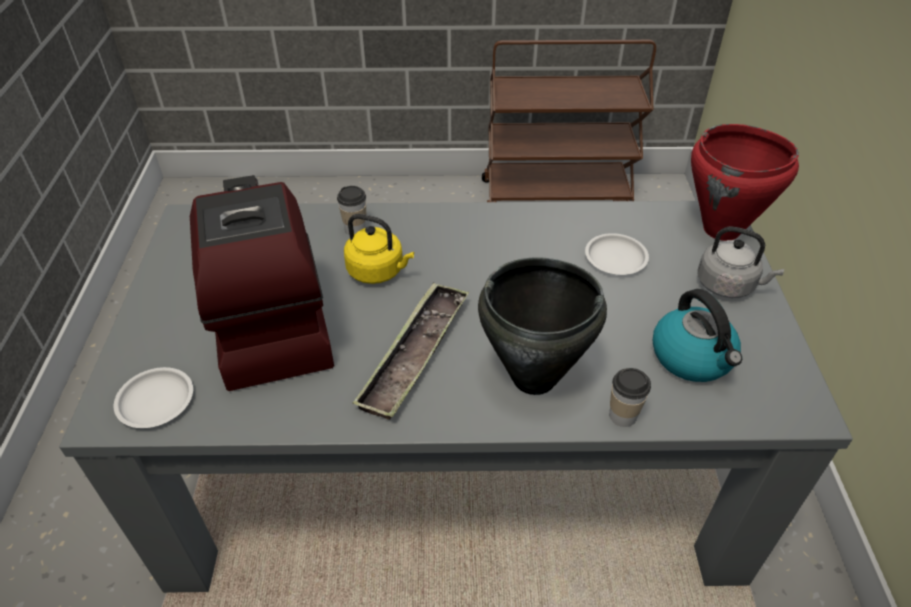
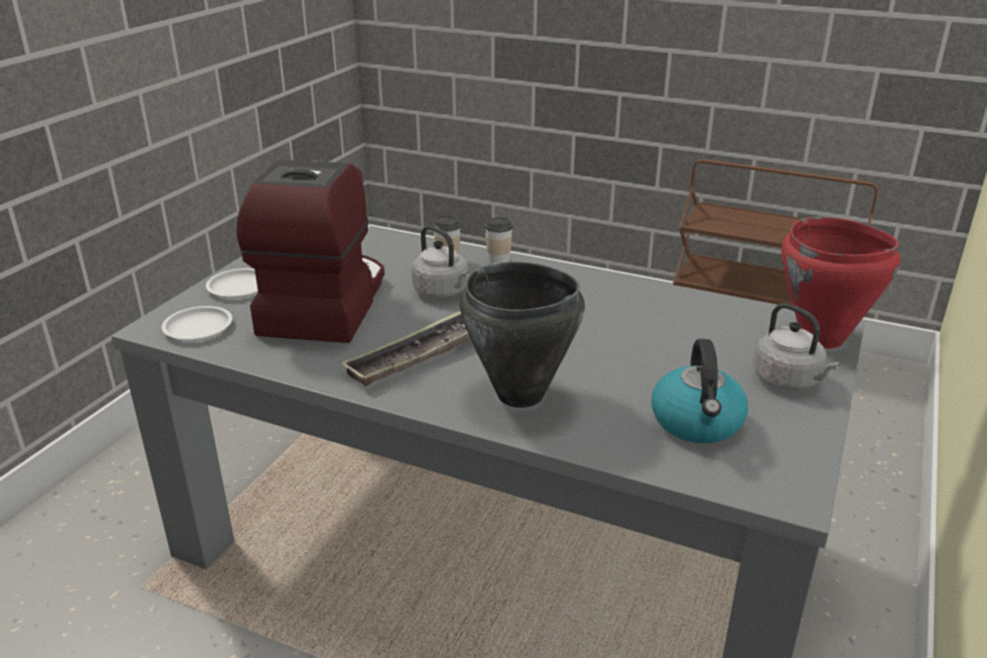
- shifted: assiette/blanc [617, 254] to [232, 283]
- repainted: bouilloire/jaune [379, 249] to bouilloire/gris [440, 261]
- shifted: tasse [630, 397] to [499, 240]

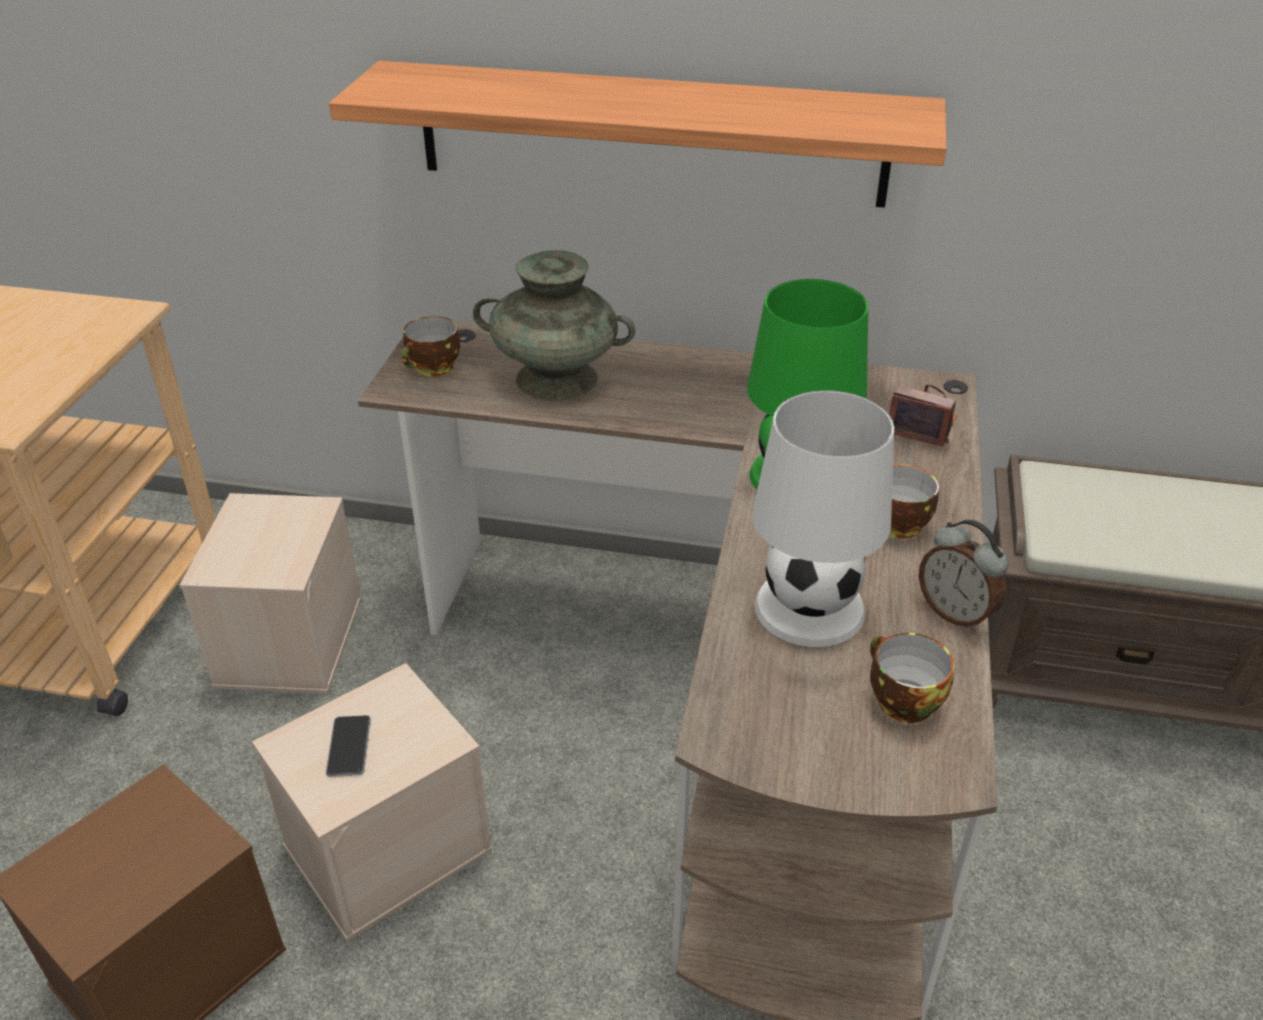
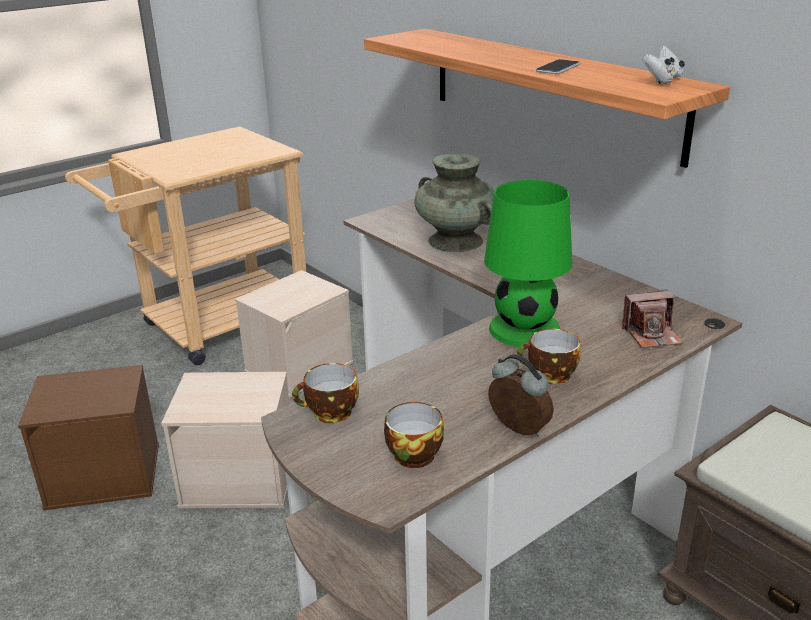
- shifted: tasse [431, 346] to [325, 393]
- rotated: réveil [963, 575] = [521, 395] 135 degrees clockwise
- shifted: téléphone [348, 746] to [558, 66]
- rotated: appareil photo [923, 415] = [652, 318] 105 degrees clockwise
- new: manette/blanc [663, 65]
- gone: lampe de table/blanc [823, 518]

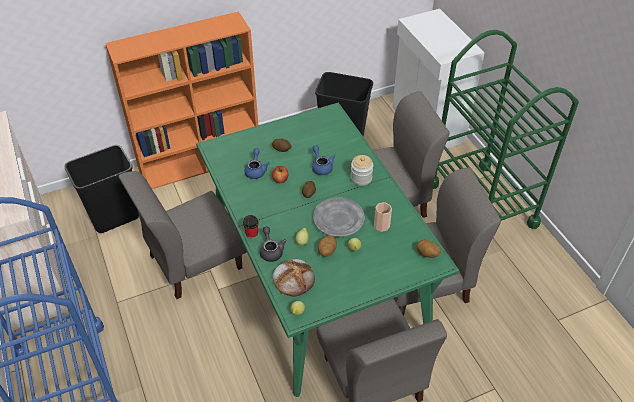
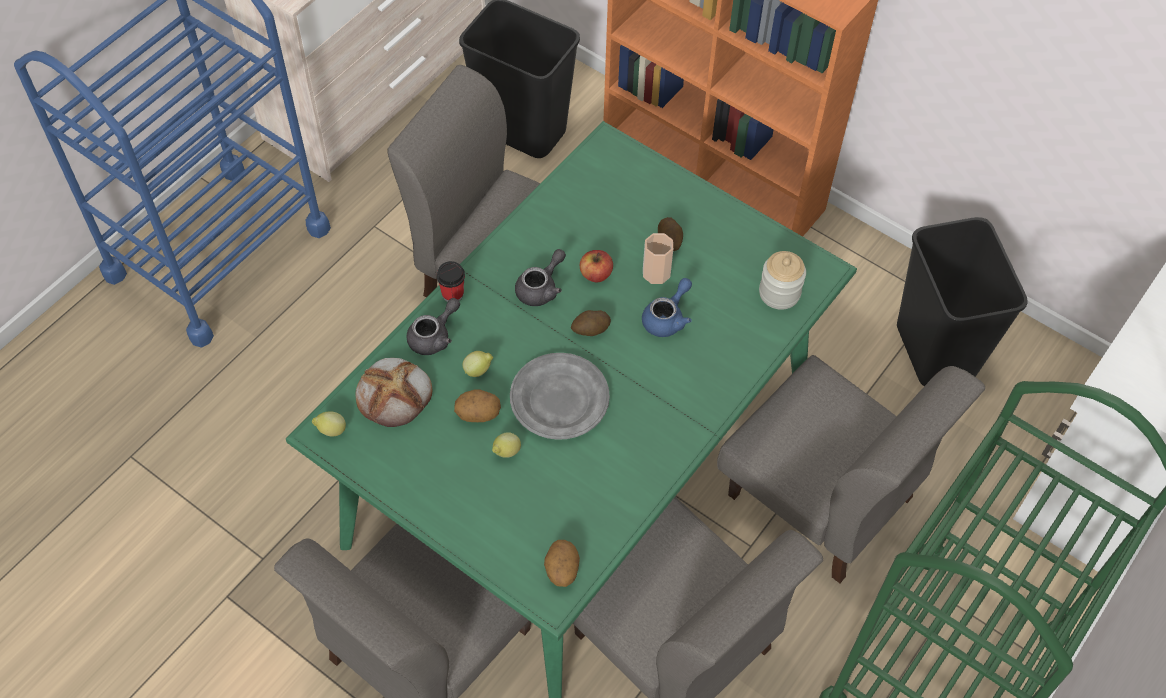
- new: théière/gris [540, 277]
- shifted: tasse [383, 217] to [658, 258]
- shifted: bocal [362, 170] to [782, 280]
- gone: théière/bleu [257, 163]

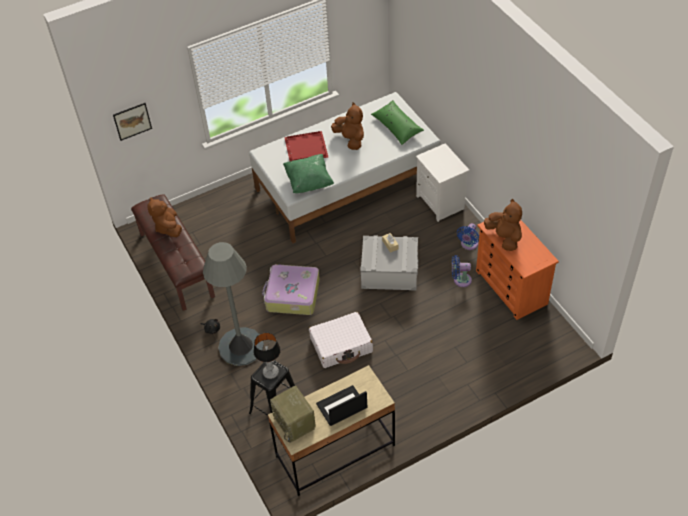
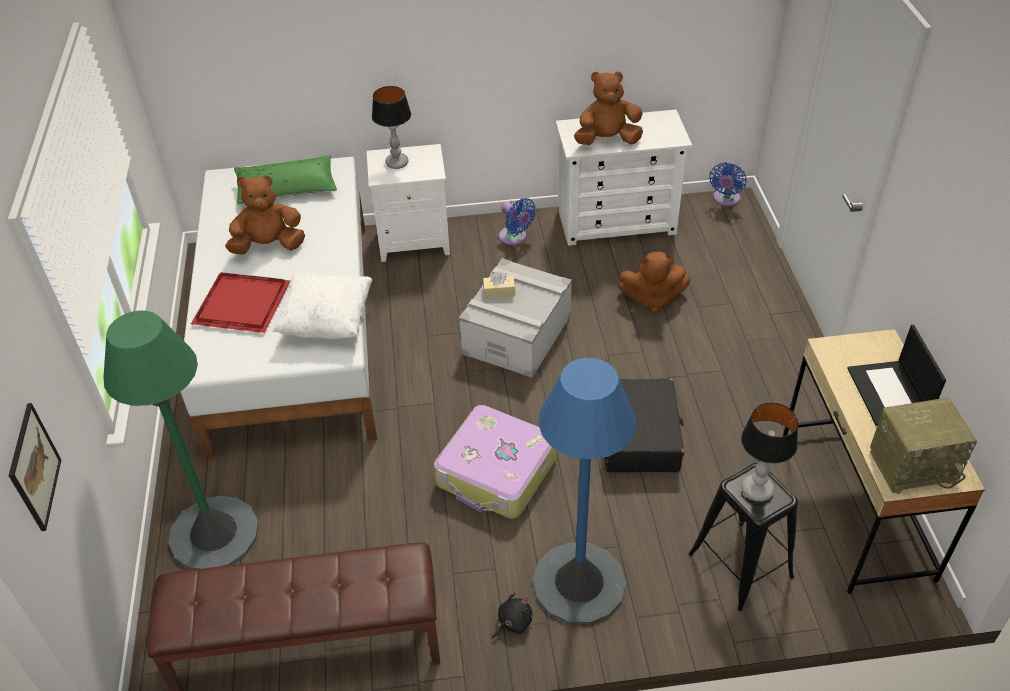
- new: lampadaire/vert [181, 440]
- repainted: coussin/vert [308, 173] to coussin/blanc [323, 305]
- new: lampe de table [391, 127]
- repainted: lampadaire/gris [233, 304] to lampadaire/bleu [584, 491]
- repainted: commode/orange [517, 269] to commode/blanc [624, 178]
- repainted: valise/blanc [341, 340] to valise/noir [644, 425]
- shifted: peluche/marron [165, 217] to [654, 282]
- shifted: ventilateur/bleu [462, 271] to [727, 184]

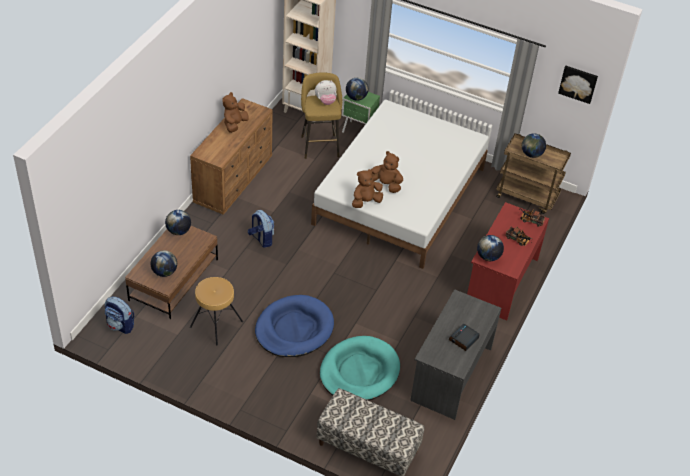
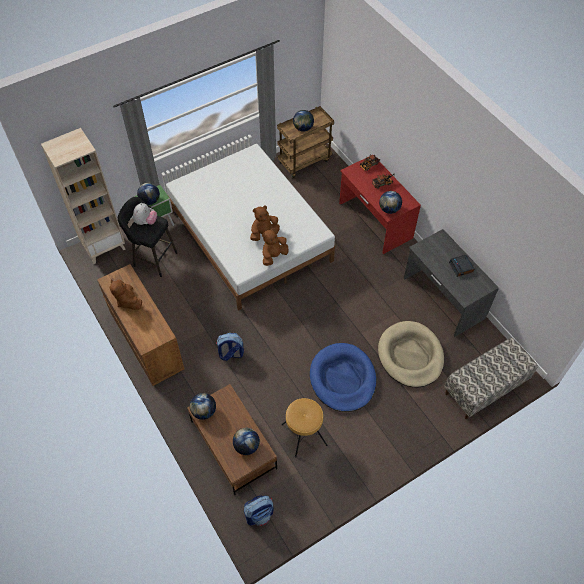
- repainted: tabouret/jaune [321, 115] to tabouret/noir [147, 237]
- rotated: peluche/marron [367, 188] = [275, 247] 45 degrees clockwise
- repainted: panier pour chien/turquoise [360, 368] to panier pour chien/beige [411, 354]
- gone: tableau [578, 85]

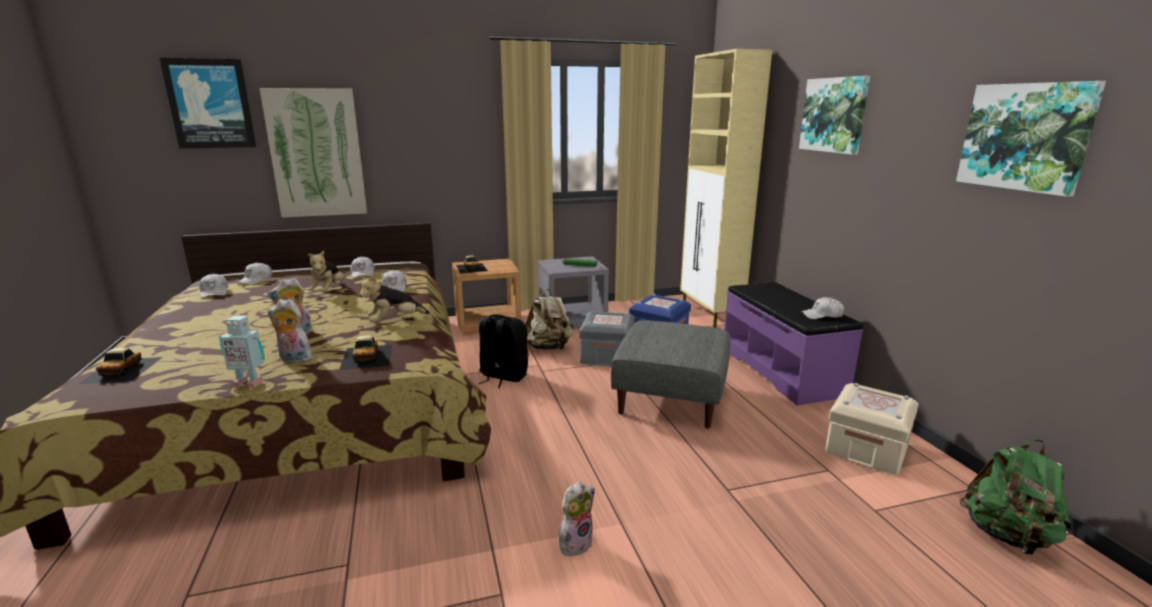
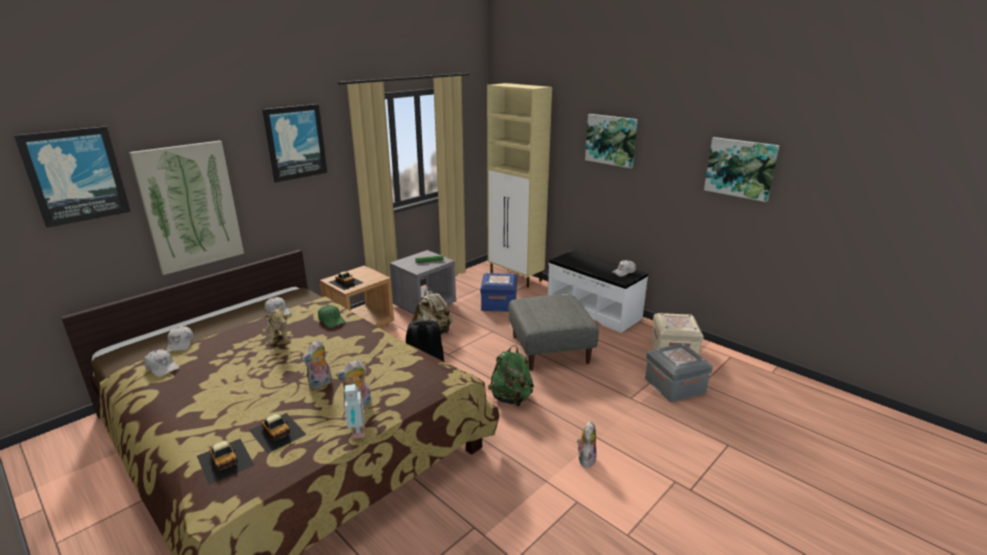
- shifted: petite voiture [366, 352] to [278, 433]
- new: tableau [294, 143]
- repainted: casquette/blanc [394, 281] to casquette/vert [331, 316]
- rotated: robot jouet [242, 352] = [355, 411] 75 degrees counterclockwise
- shifted: sac à dos/vert [1016, 497] to [511, 375]
- repainted: banc/violet [793, 343] to banc/blanc [598, 291]
- shifted: boîte de rangement/gris [607, 338] to [679, 372]
- gone: peluche [394, 299]

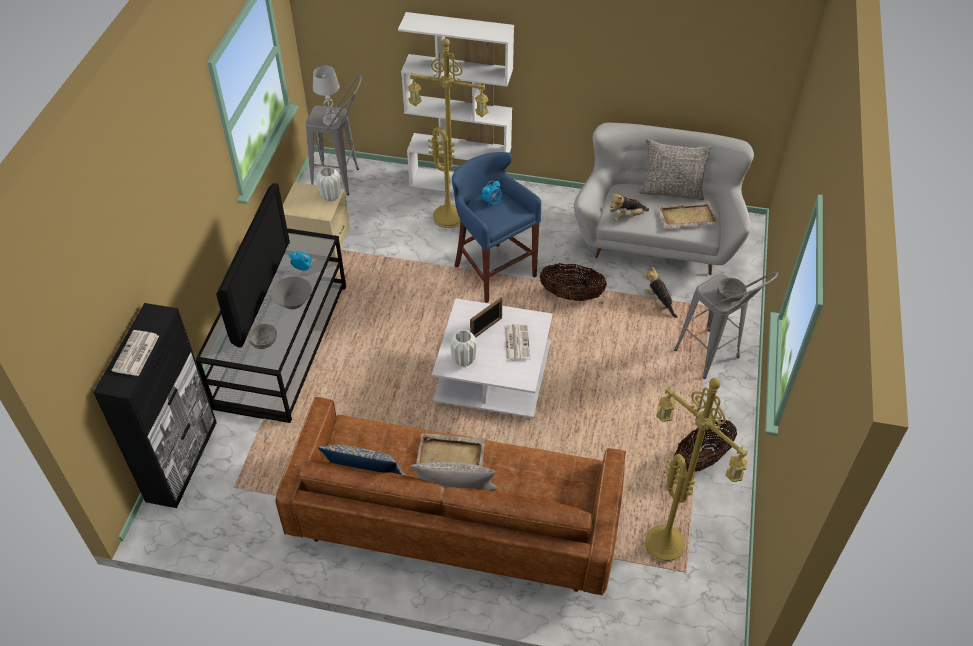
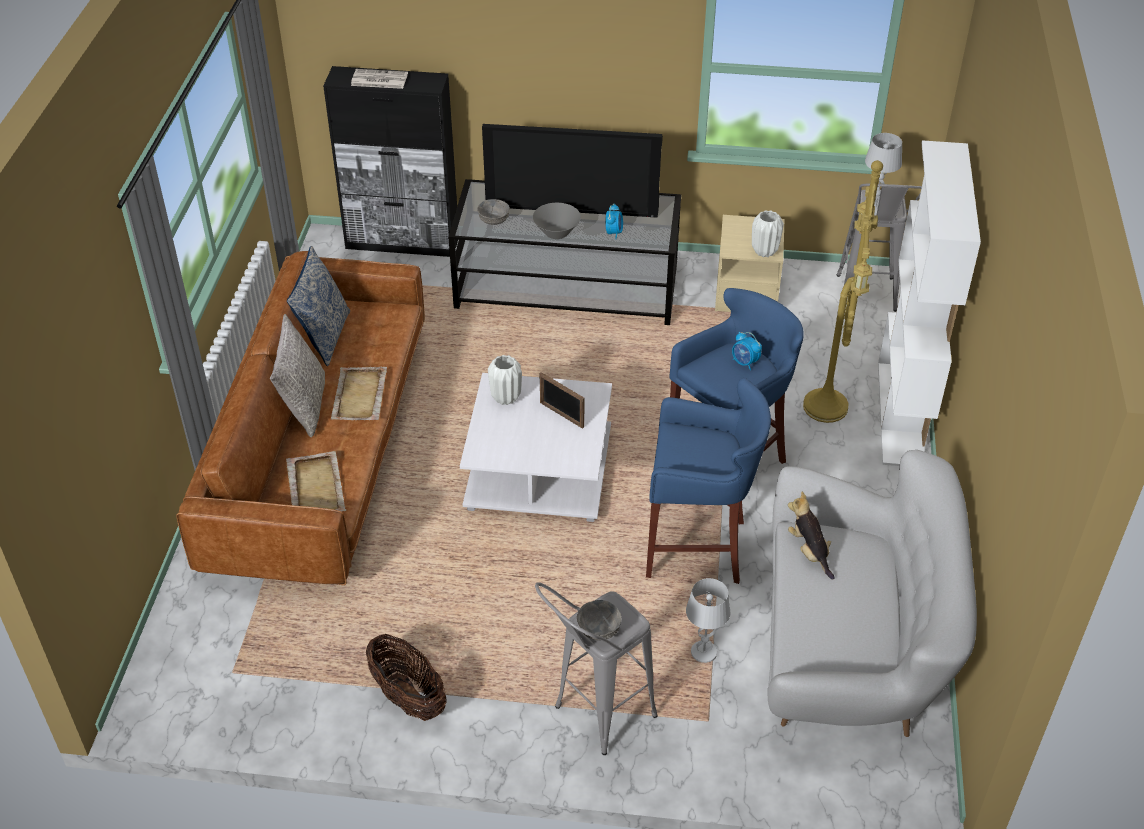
- shifted: plateau/beige [688, 214] to [316, 481]
- swapped: panier [573, 282] to tabouret/bleu [708, 481]
- swapped: peluche [660, 292] to lampe de table/blanc [708, 620]
- gone: journal [517, 342]
- gone: coussin/gris [675, 169]
- gone: lampadaire/jaune [696, 470]

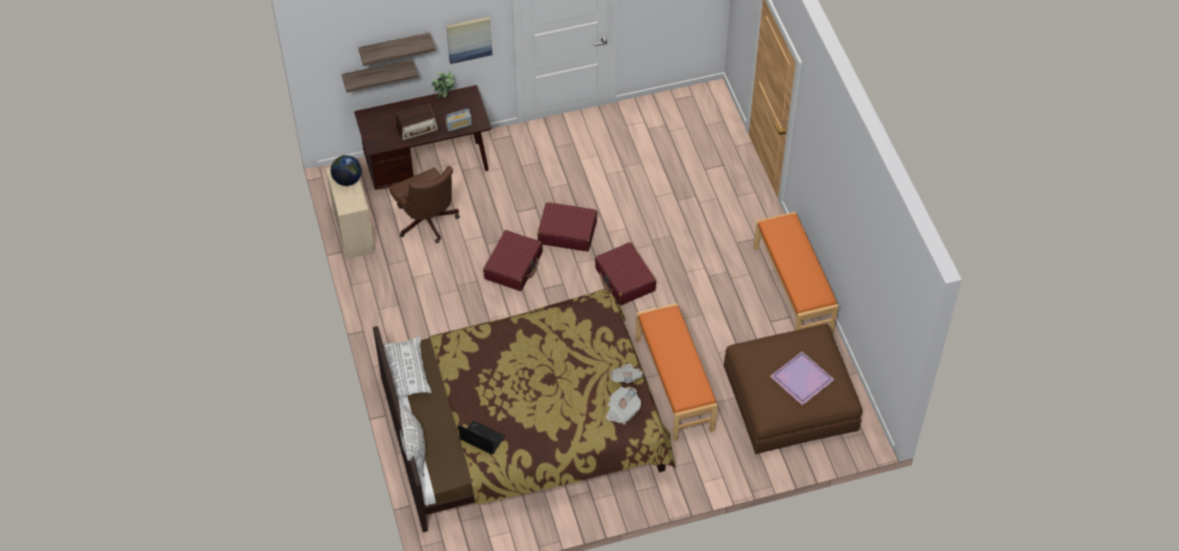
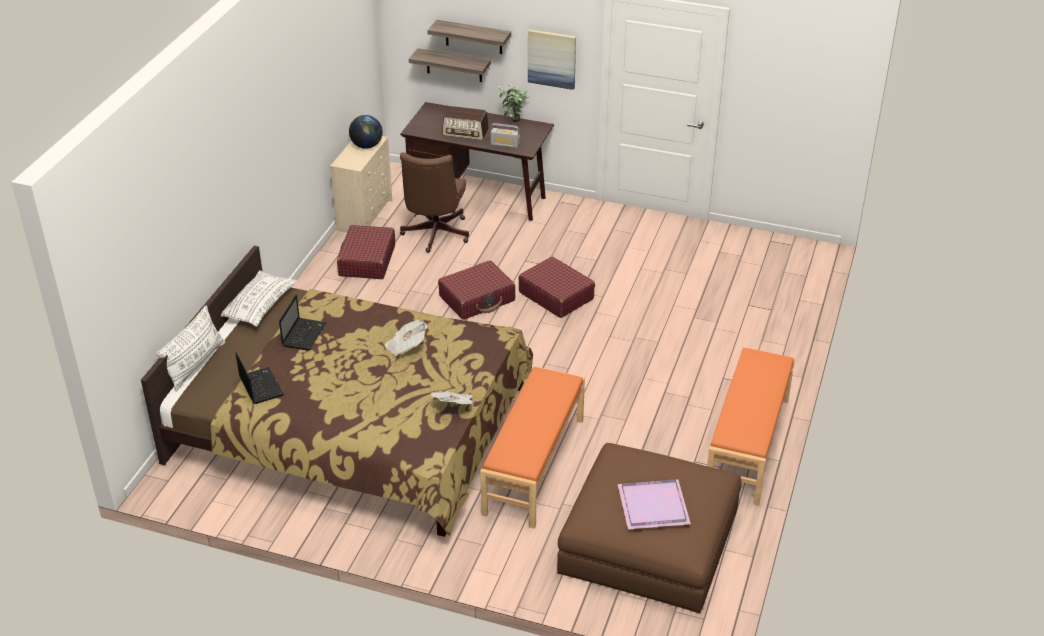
- new: ordinateur portable [302, 323]
- shifted: valise/rouge [625, 274] to [366, 252]
- shifted: journal [623, 406] to [406, 338]

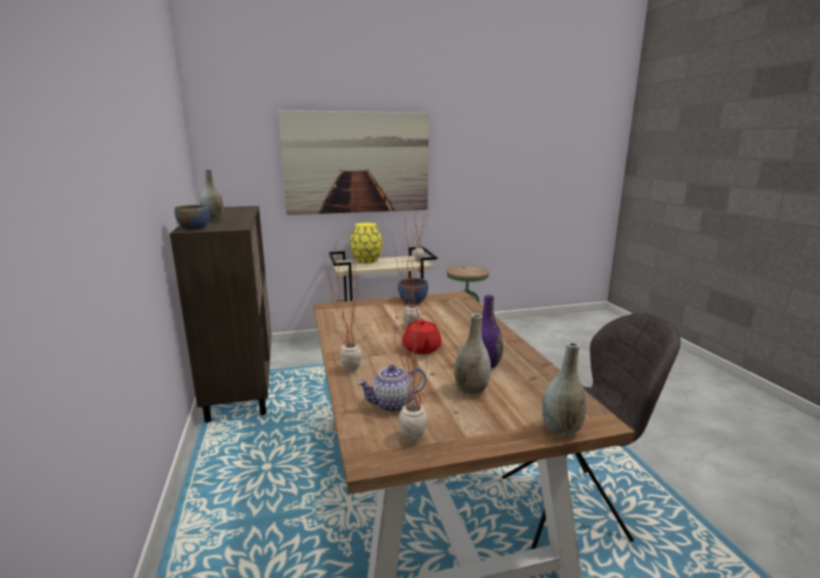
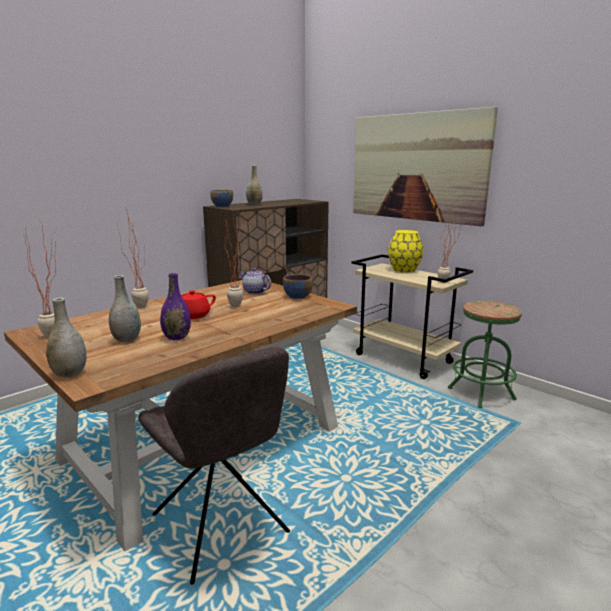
- shifted: théière [391, 388] to [255, 281]

